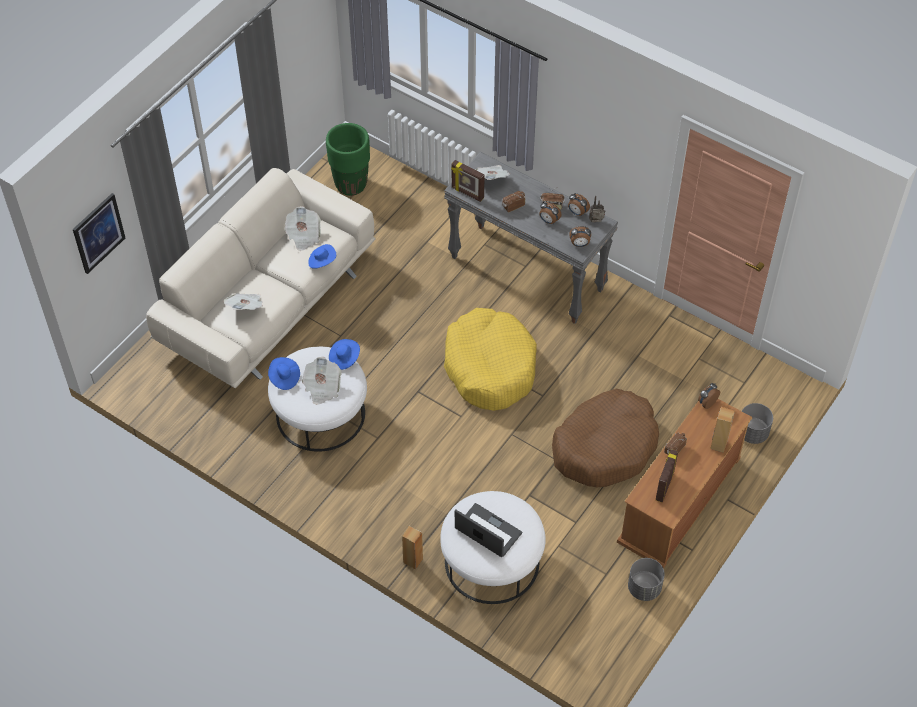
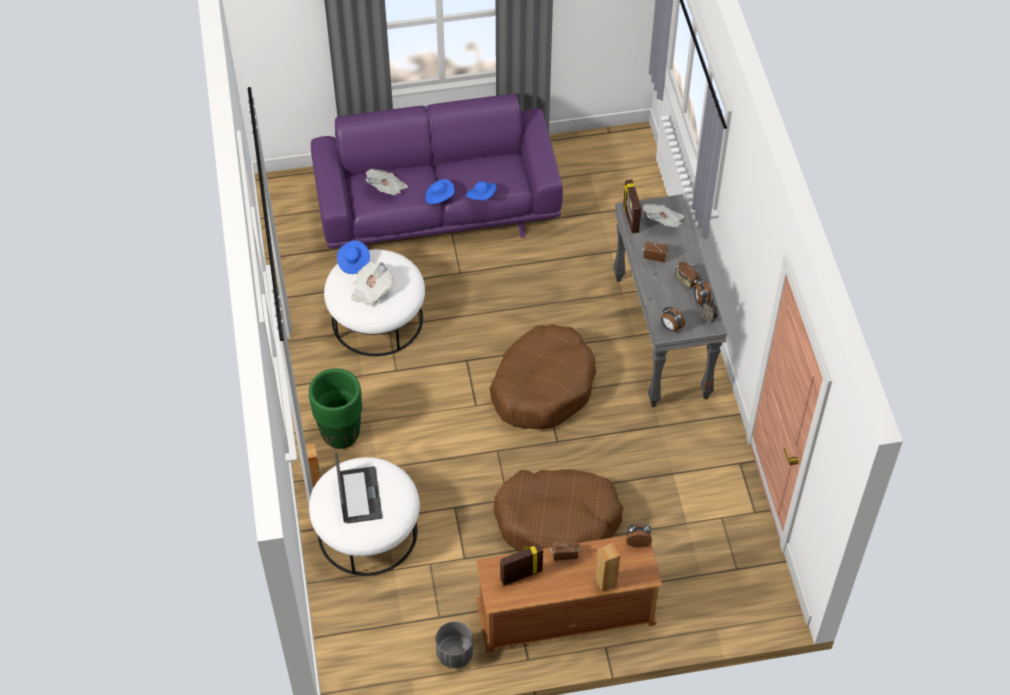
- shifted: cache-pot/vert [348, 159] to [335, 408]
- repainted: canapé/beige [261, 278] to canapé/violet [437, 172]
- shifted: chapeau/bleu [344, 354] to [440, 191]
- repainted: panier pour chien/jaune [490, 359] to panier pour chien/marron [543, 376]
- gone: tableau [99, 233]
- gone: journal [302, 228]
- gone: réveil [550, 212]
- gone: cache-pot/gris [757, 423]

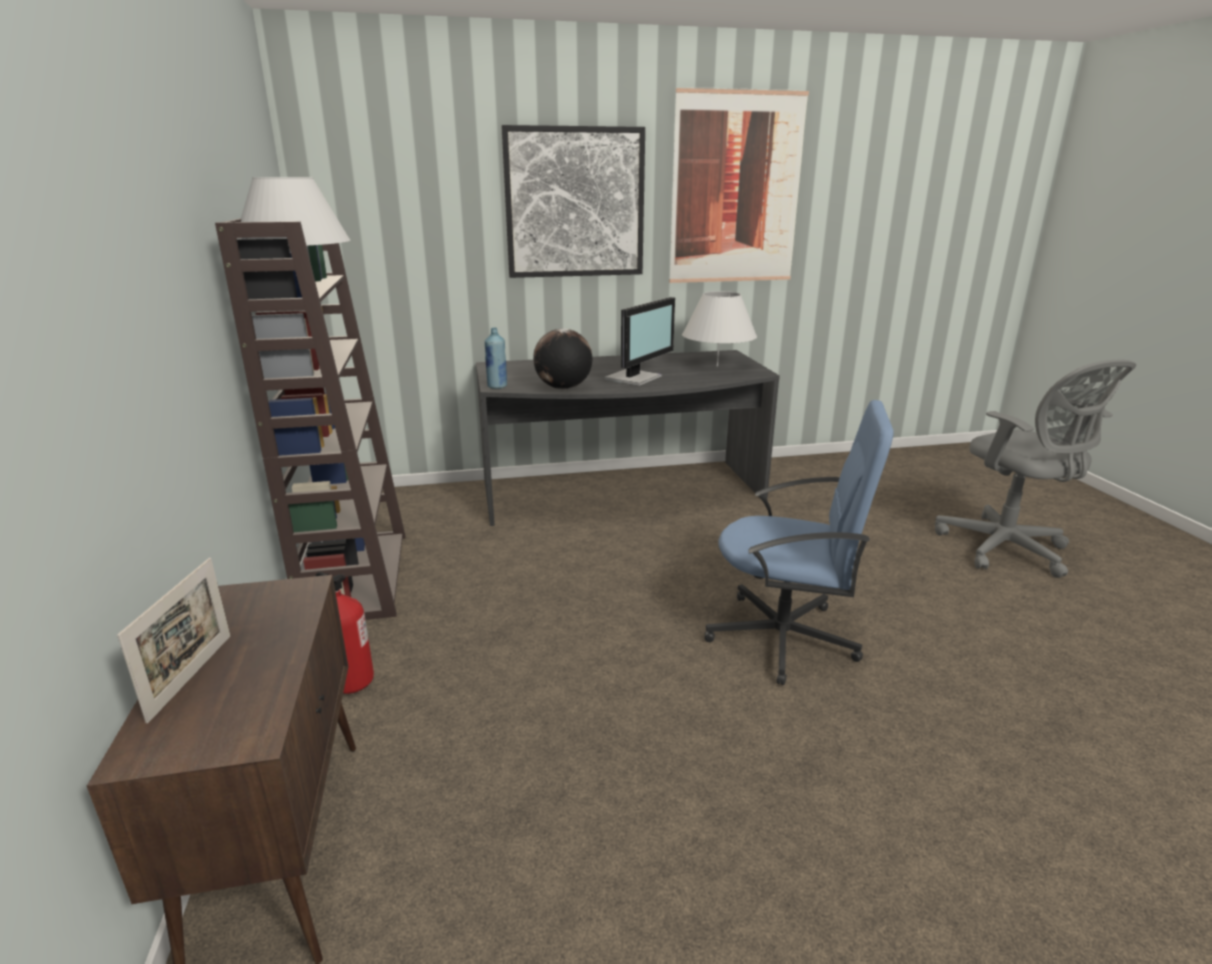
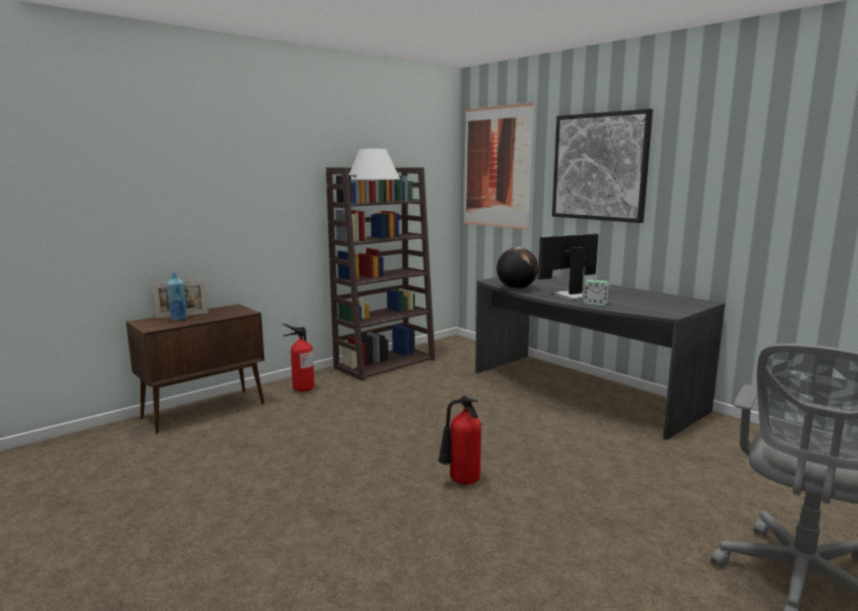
- shifted: bouteille/bleu [496, 358] to [177, 297]
- swapped: chaise de bureau/bleu [799, 542] to extincteur [459, 440]
- shifted: tableau [739, 185] to [499, 166]
- rotated: écran d'ordinateur [639, 341] = [568, 267] 150 degrees clockwise
- new: réveil [595, 292]
- gone: lampe de table/blanc [719, 328]

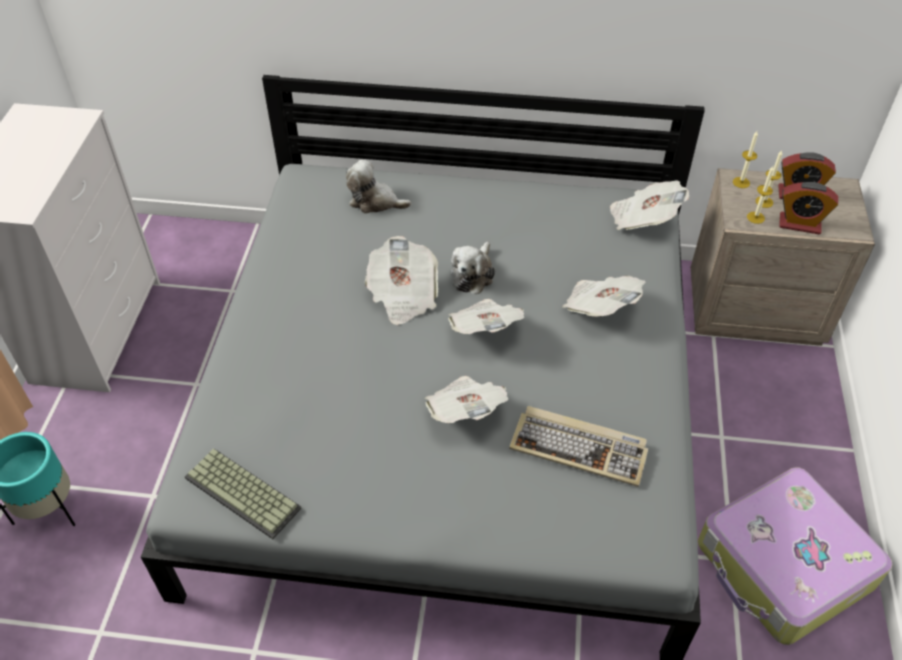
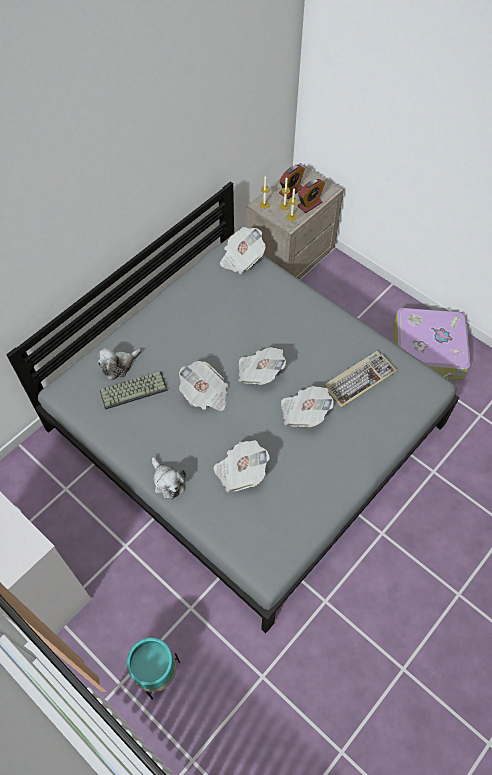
- shifted: clavier [243, 494] to [133, 391]
- shifted: peluche [473, 267] to [169, 478]
- shifted: journal [604, 296] to [241, 466]

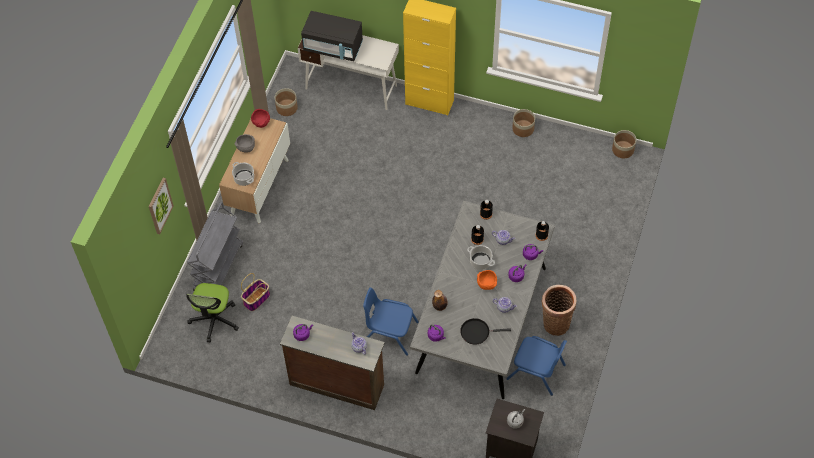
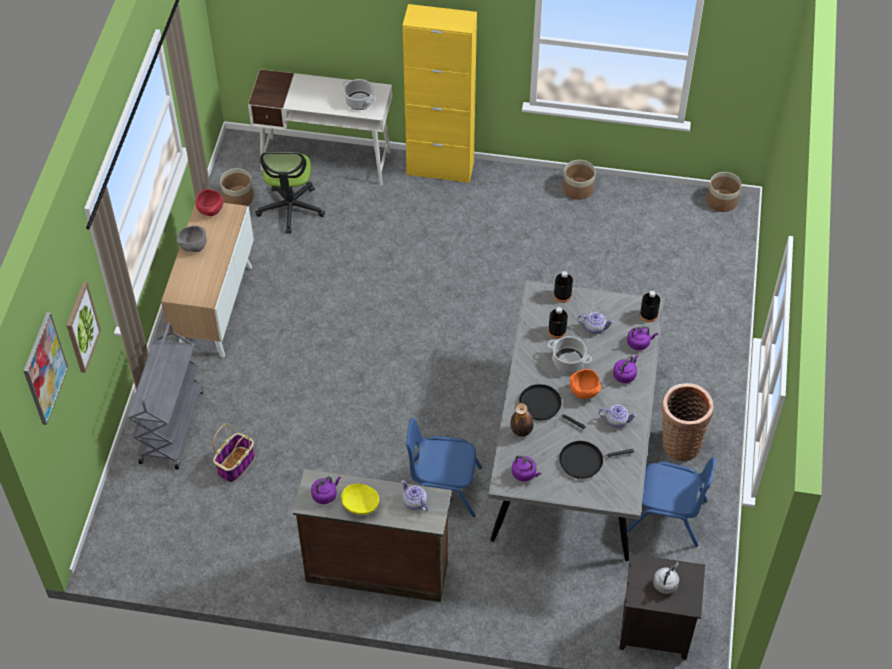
- new: tableau [45, 368]
- shifted: chaise de bureau [212, 312] to [290, 193]
- new: bol/jaune [360, 499]
- shifted: marmite [243, 174] to [359, 94]
- new: poêle/noir [552, 406]
- gone: micro-ondes/noir [332, 36]

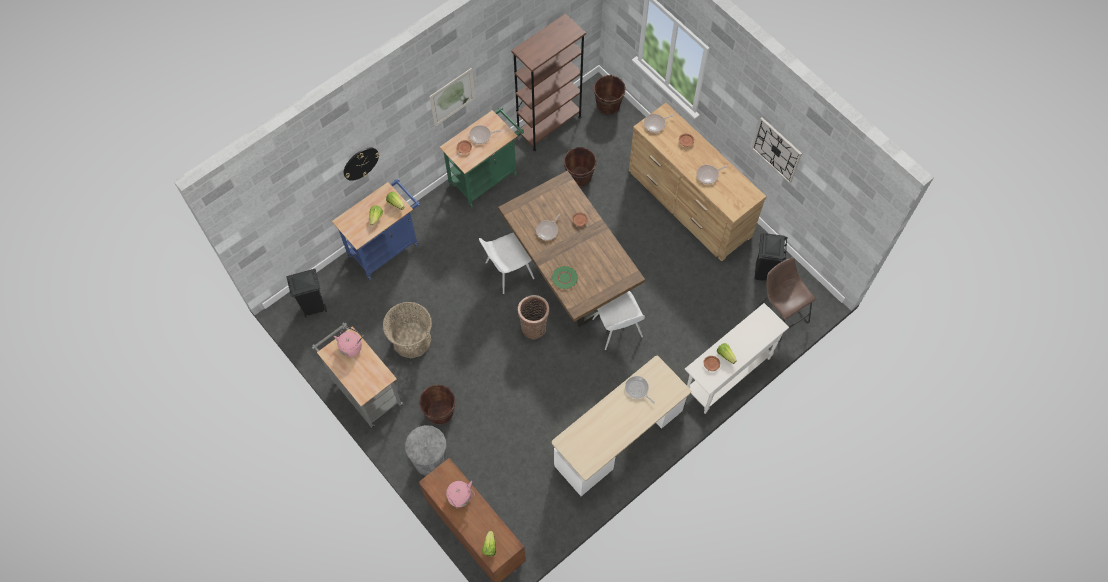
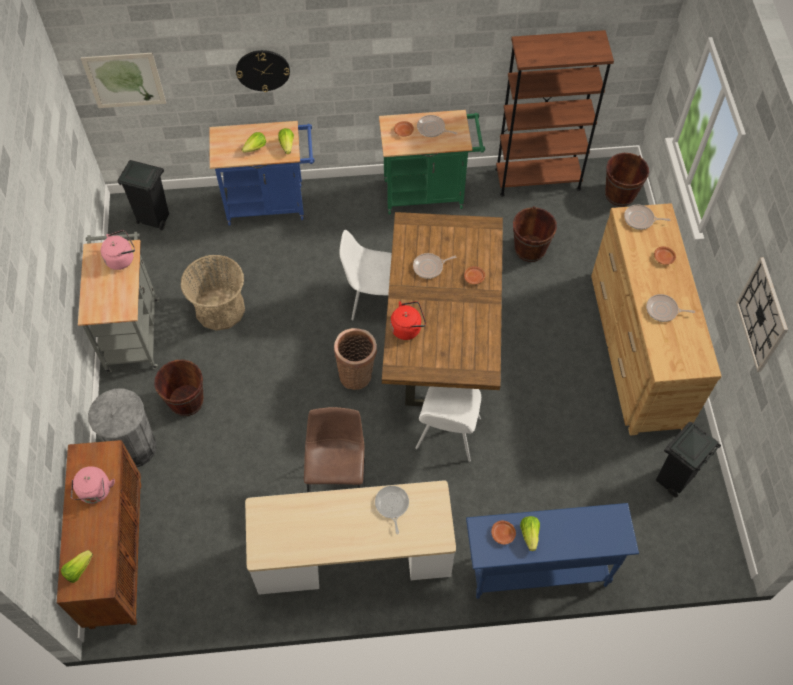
- shifted: tableau [452, 97] to [123, 80]
- shifted: tabouret/marron [784, 300] to [334, 449]
- swapped: assiette/vert [564, 277] to bouilloire/rouge [408, 320]
- repainted: table console/blanc [737, 358] to table console/bleu [552, 551]

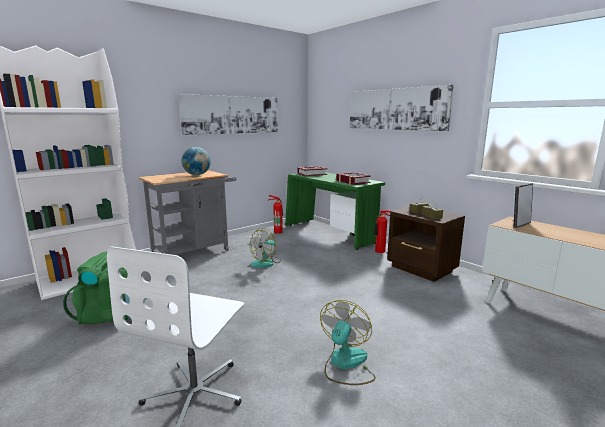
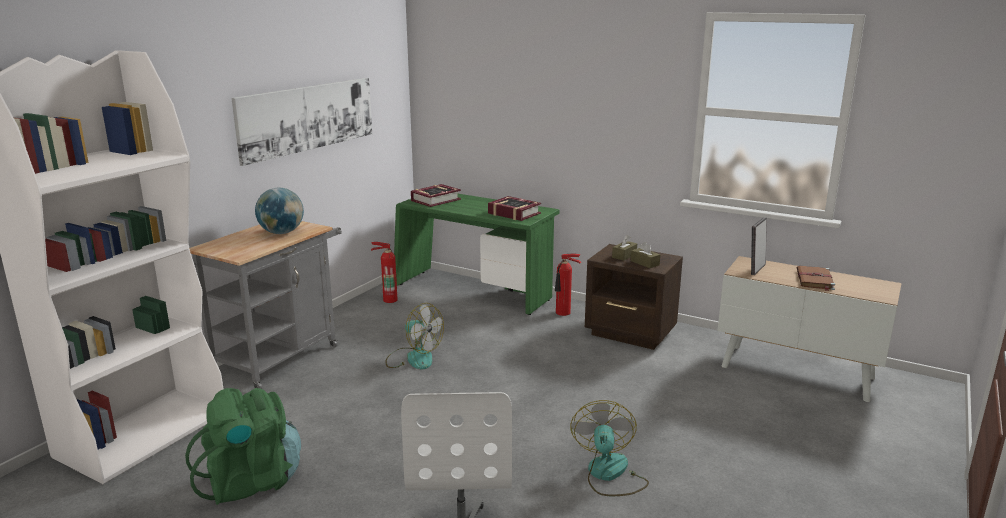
- rotated: ventilateur [265, 248] = [414, 336] 75 degrees counterclockwise
- new: livre/marron [816, 278]
- gone: tableau [402, 108]

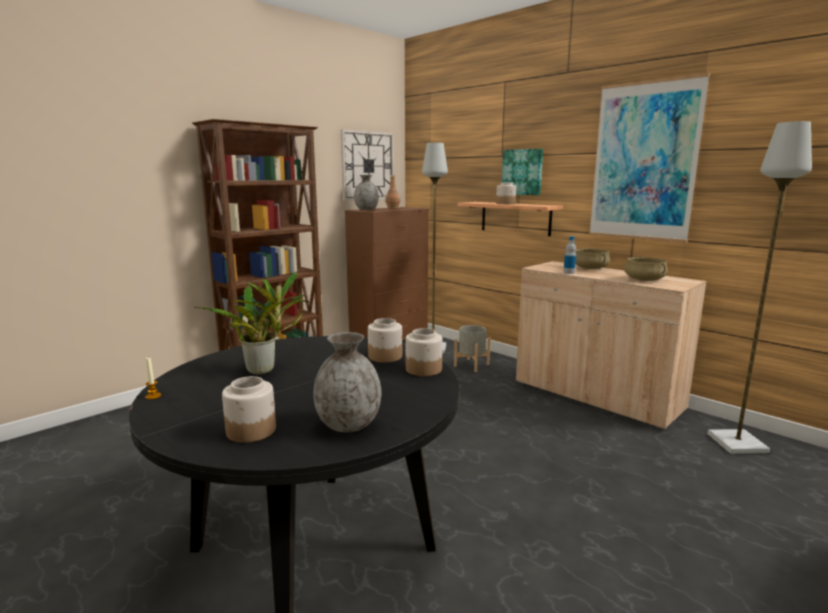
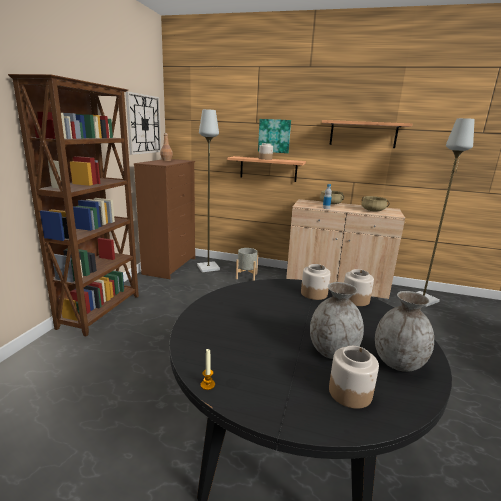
- shifted: vase/gris [366, 192] to [337, 320]
- swapped: tableau [649, 158] to étagère [367, 134]
- gone: plante en pot [251, 323]

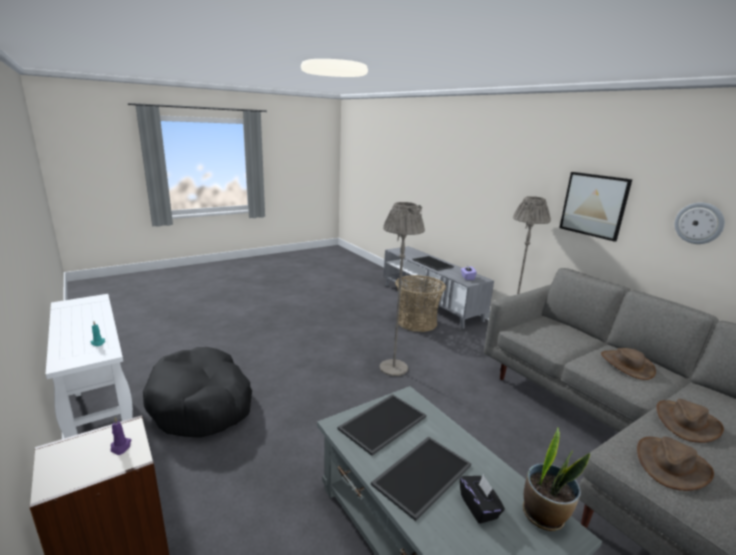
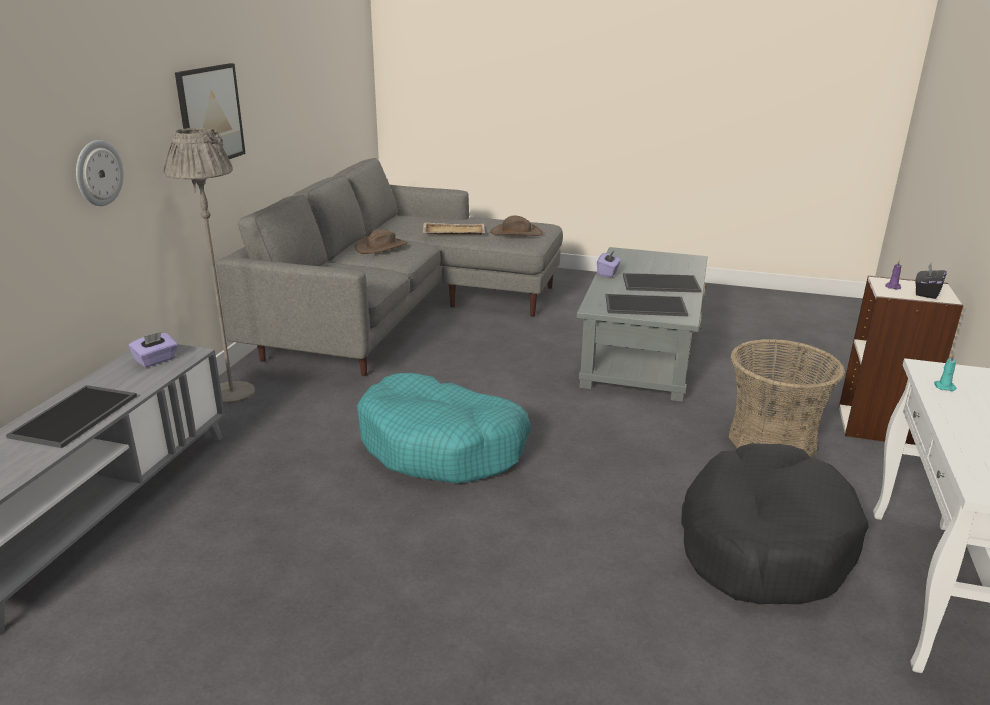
- shifted: horloge murale [700, 223] to [100, 173]
- swapped: lampadaire/gris [402, 289] to panier pour chien/turquoise [444, 428]
- swapped: chapeau/marron [690, 421] to plateau/beige [453, 229]
- new: boîte à mouchoirs/violet [609, 263]
- shifted: panier [420, 303] to [787, 398]
- shifted: boîte à mouchoirs/noir [482, 499] to [931, 281]
- gone: plante en pot [556, 479]

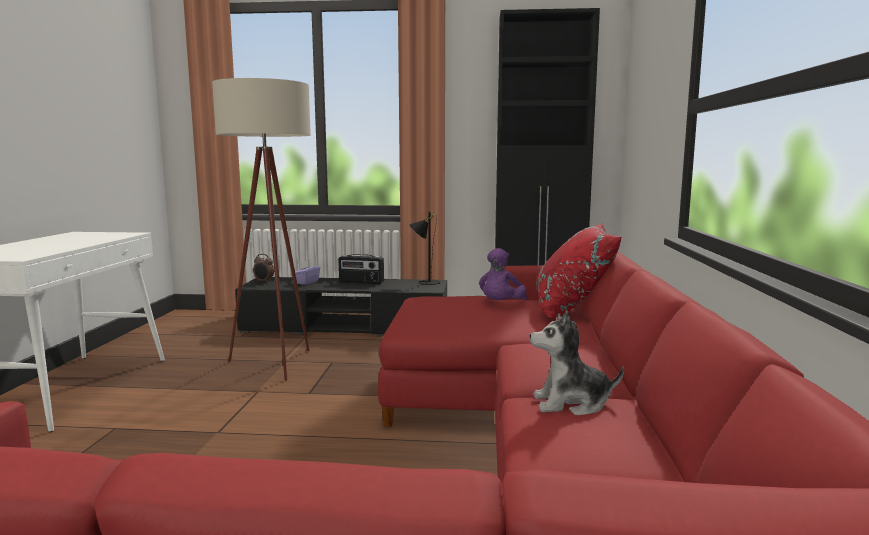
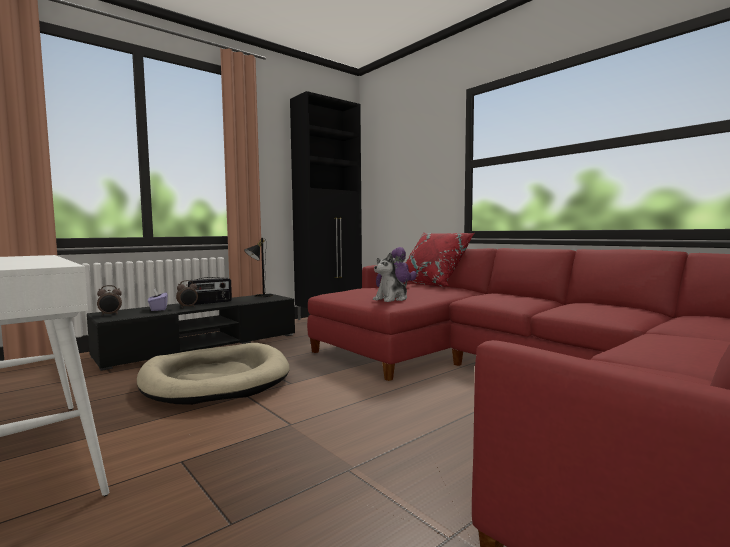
- swapped: lampadaire/beige [261, 229] to panier pour chien/beige [213, 374]
- new: réveil [187, 294]
- shifted: peluche [577, 362] to [390, 277]

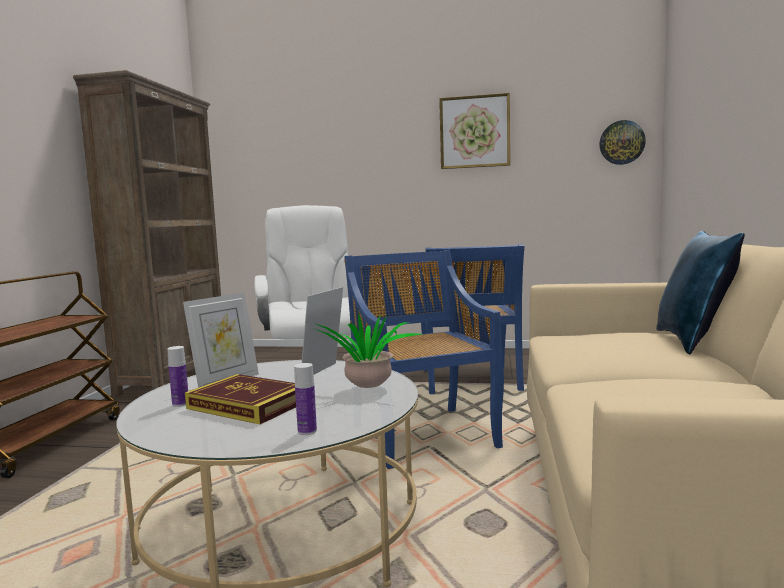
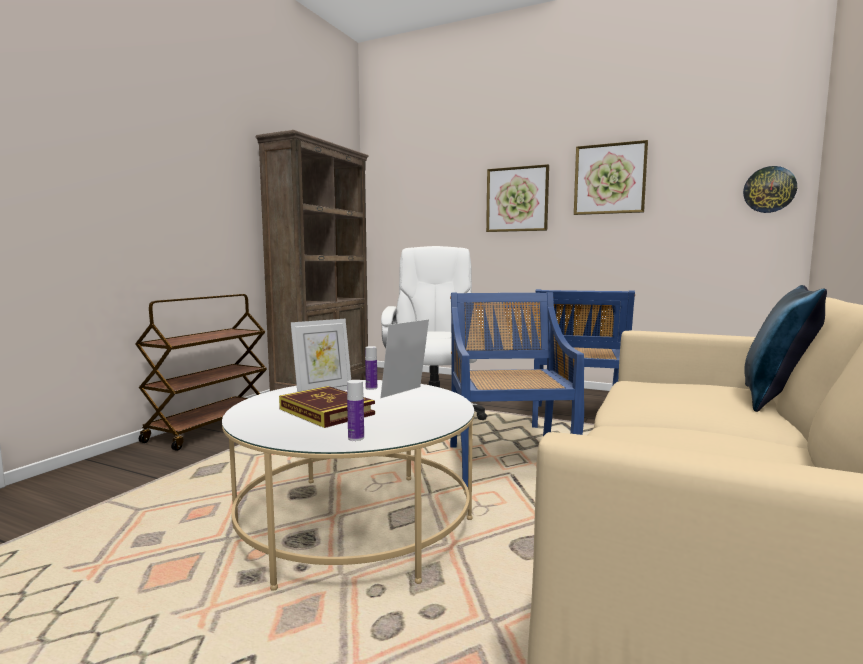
- shifted: bouteille [177, 376] to [371, 368]
- new: tableau [517, 198]
- gone: plante en pot [369, 350]

